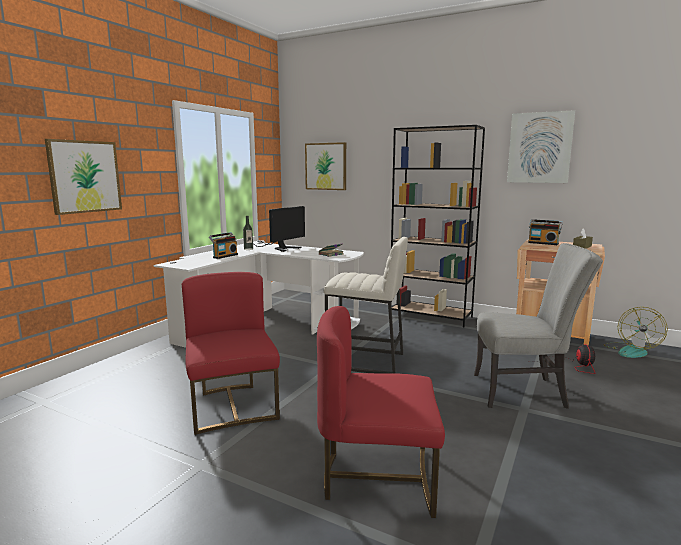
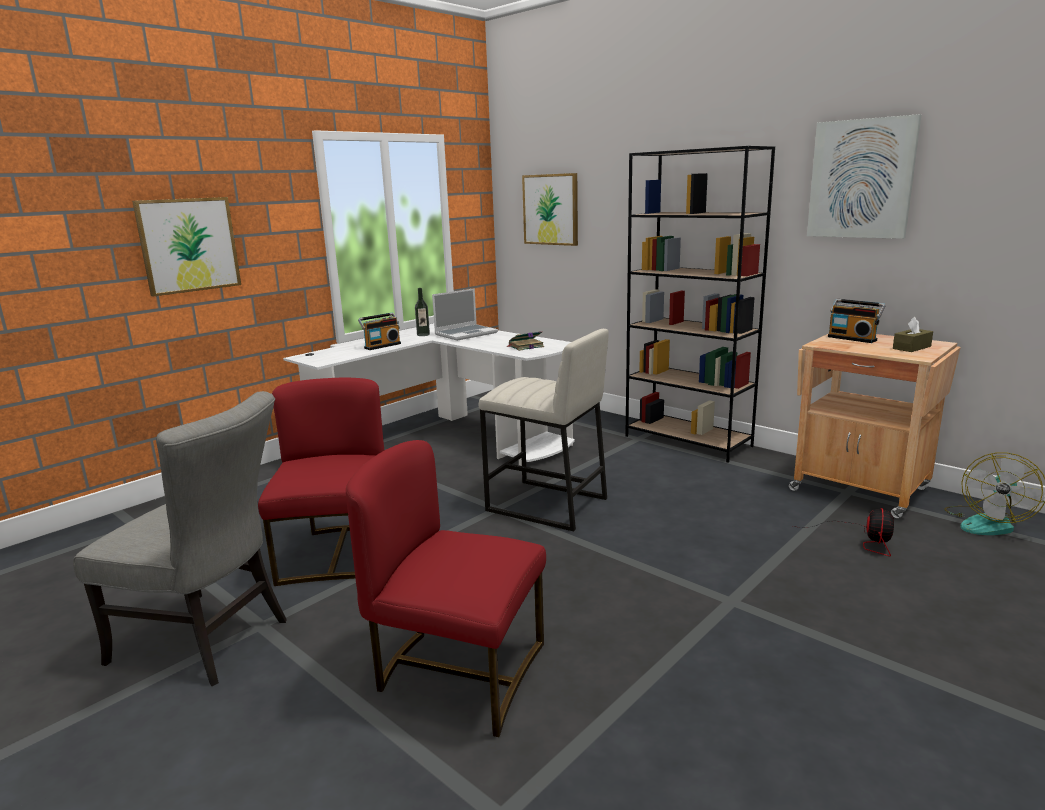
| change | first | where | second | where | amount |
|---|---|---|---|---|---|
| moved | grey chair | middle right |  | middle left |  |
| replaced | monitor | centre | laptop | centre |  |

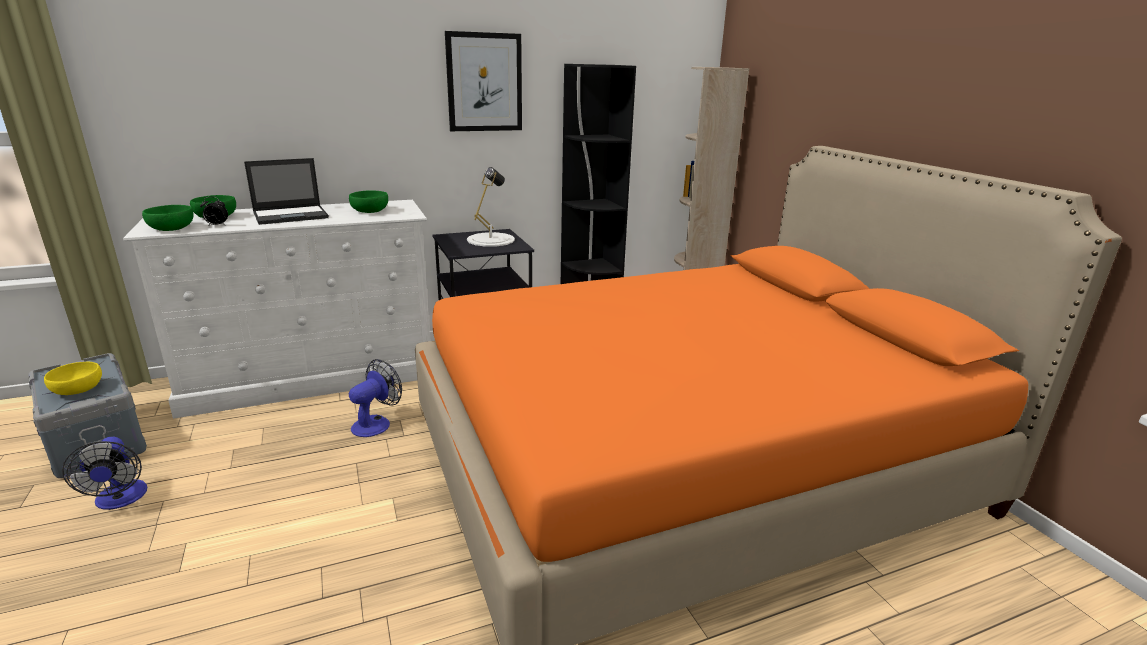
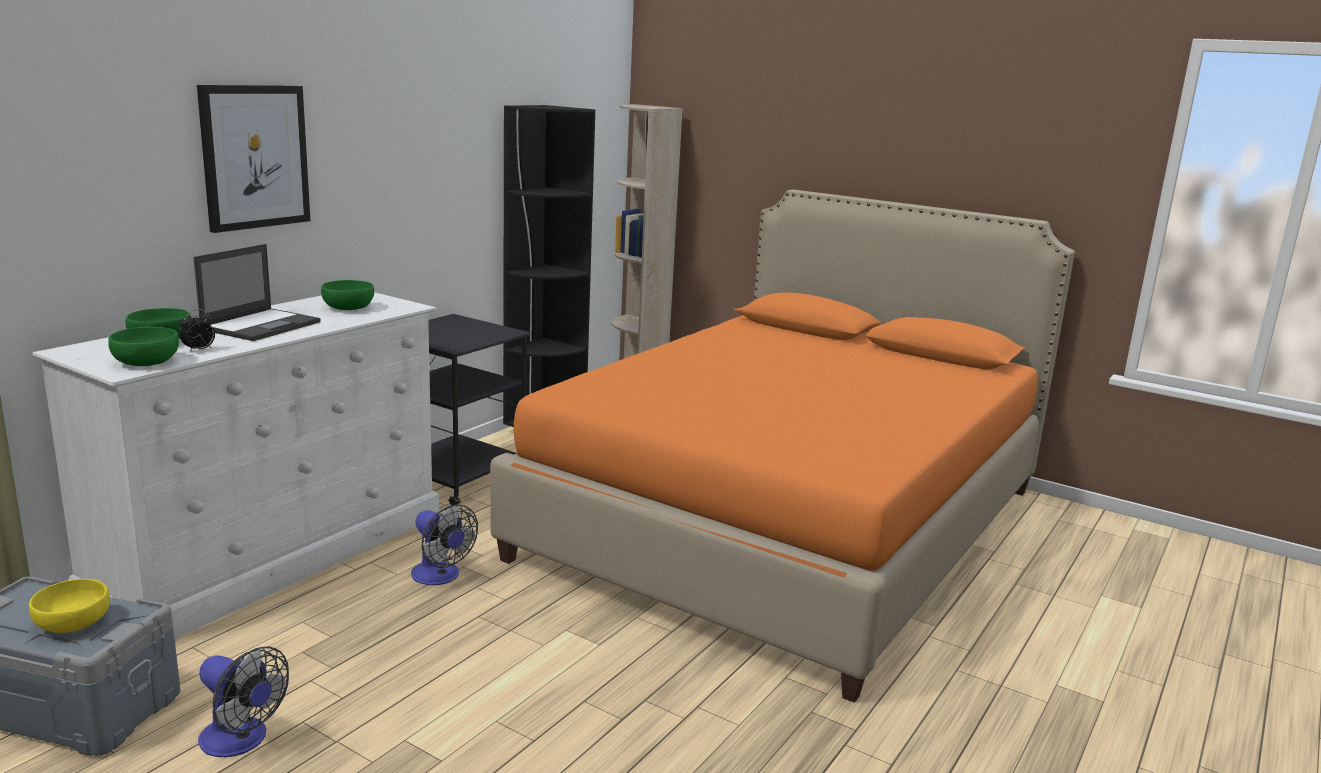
| change | first | where | second | where | amount |
|---|---|---|---|---|---|
| removed | white table lamp | top centre |  |  |  |
| moved | picture | top centre |  | top left |  |
| turned | fan (2nd from left) | middle left |  | bottom centre | 135 degrees clockwise |

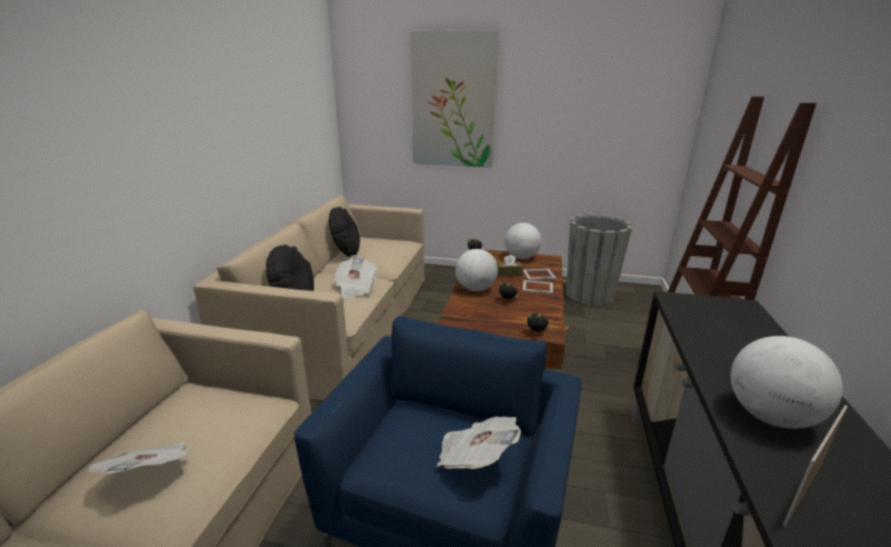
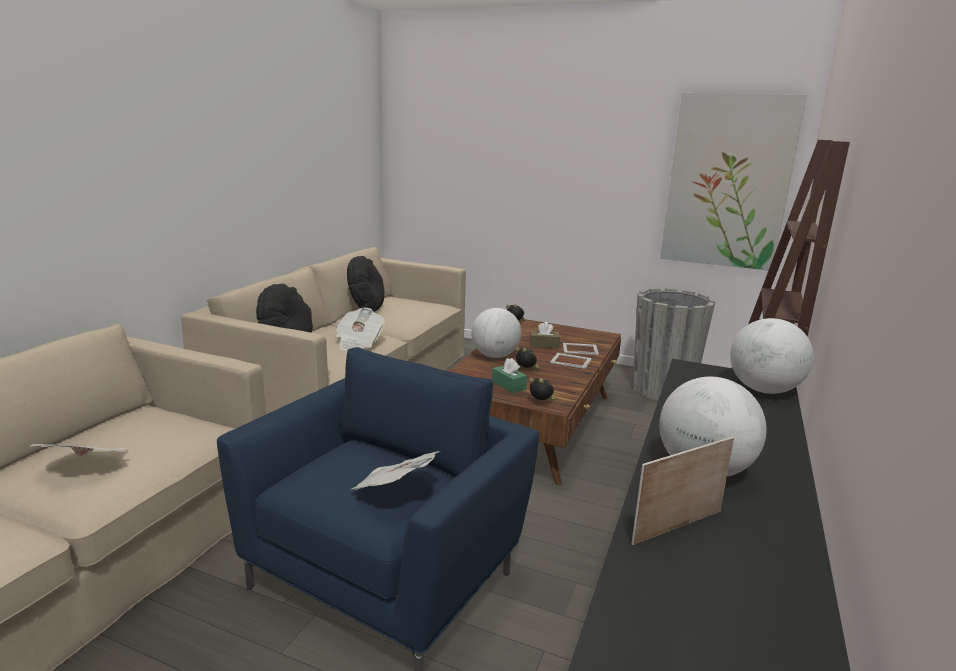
| change | first | where | second | where | amount |
|---|---|---|---|---|---|
| added |  |  | green tissue box | centre |  |
| moved | picture | top centre |  | top right |  |
| moved | globe (2nd from left in the first image) | centre | globe (3rd from left) | middle right |  |

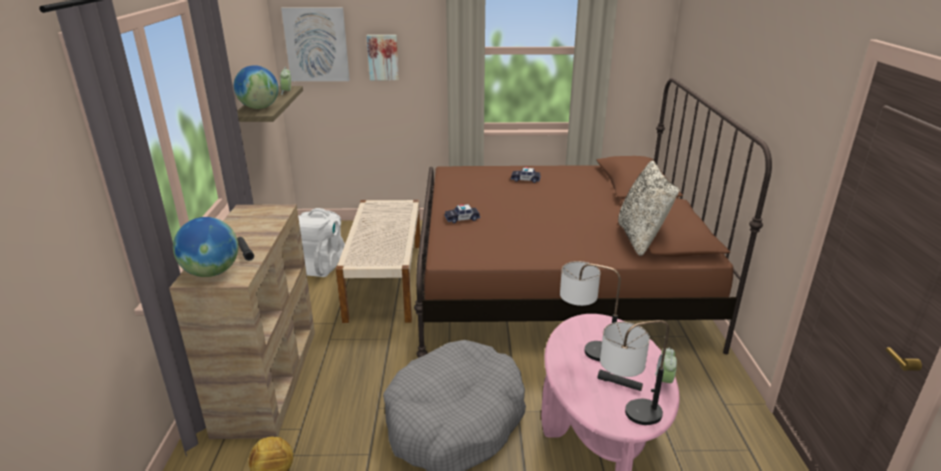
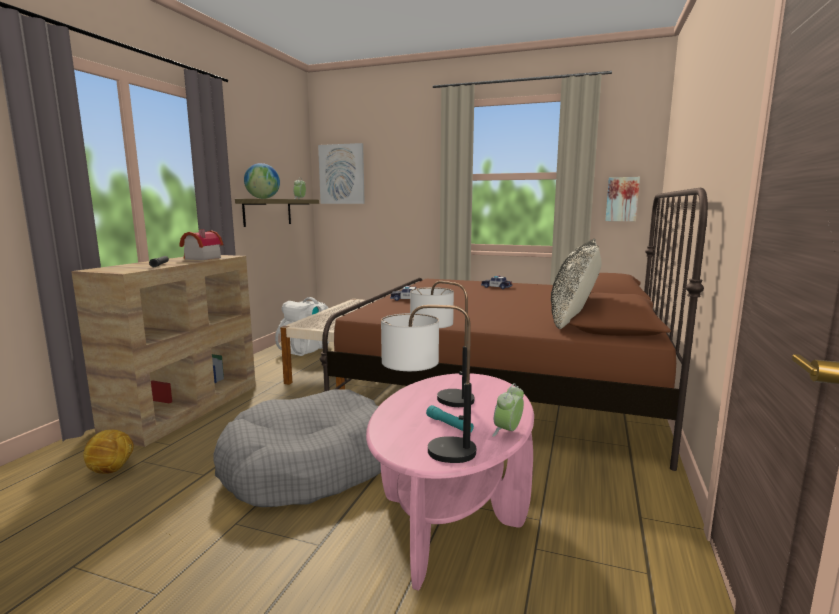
| change | first | where | second | where | amount |
|---|---|---|---|---|---|
| removed | globe (1st from left) | middle left |  |  |  |
| added |  |  | toy house | middle left |  |
| moved | picture (2nd from left) | top centre |  | top right |  |
| recoloured | black flashlight (2nd from left) | bottom centre | turquoise flashlight | bottom centre |  |

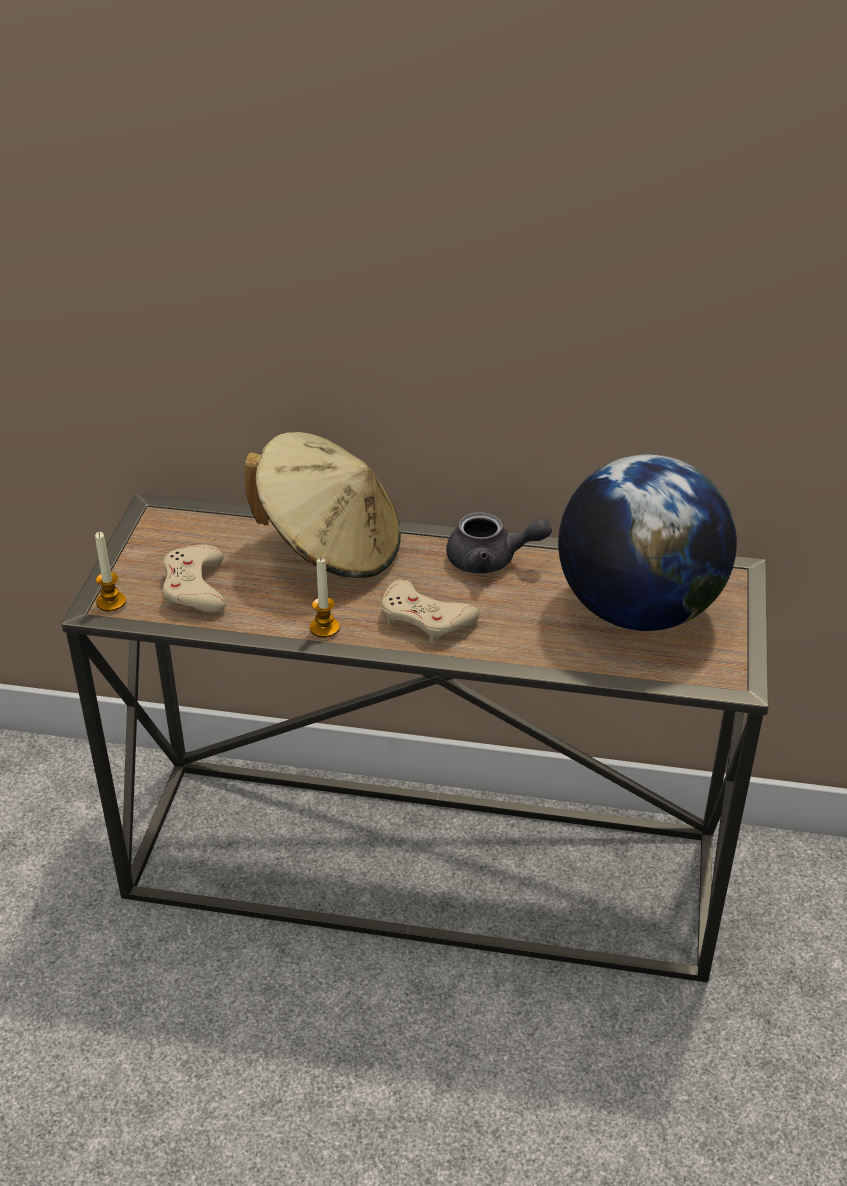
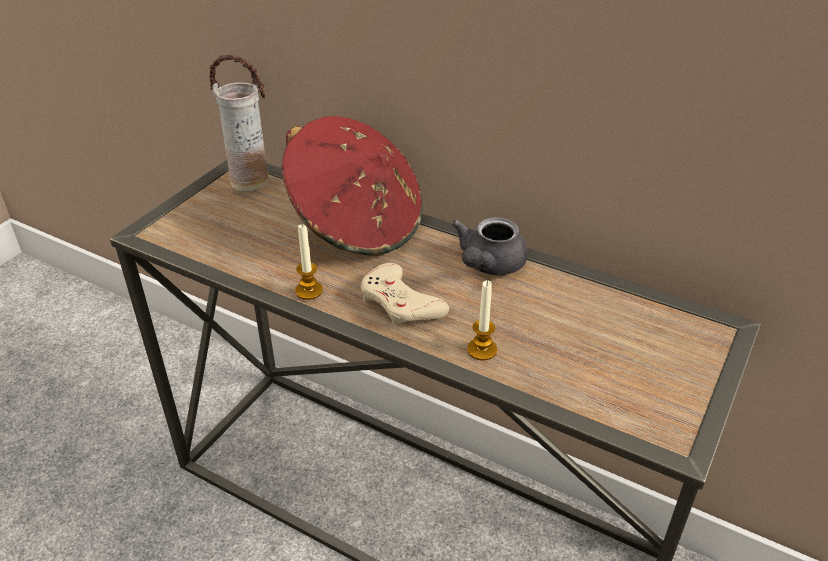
| change | first | where | second | where | amount |
|---|---|---|---|---|---|
| removed | beige game controller (1st from left) | middle left |  |  |  |
| removed | globe | middle right |  |  |  |
| added |  |  | vase | top left |  |
| moved | candle (1st from left in the first image) | middle left | candle (2nd from left) | centre |  |
| recoloured | beige hat | centre | red hat | top centre |  |
| turned | grey teapot | centre |  | centre | 90 degrees clockwise |

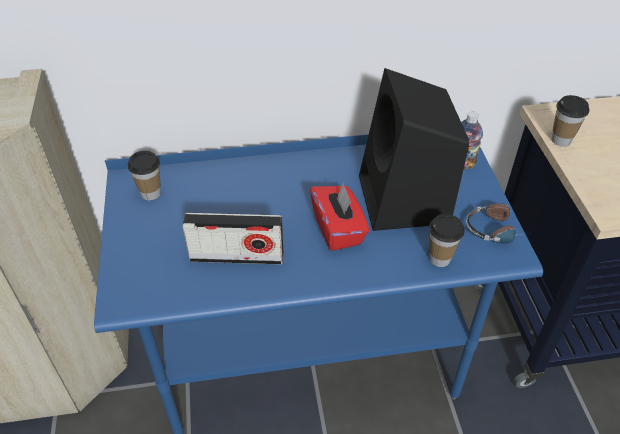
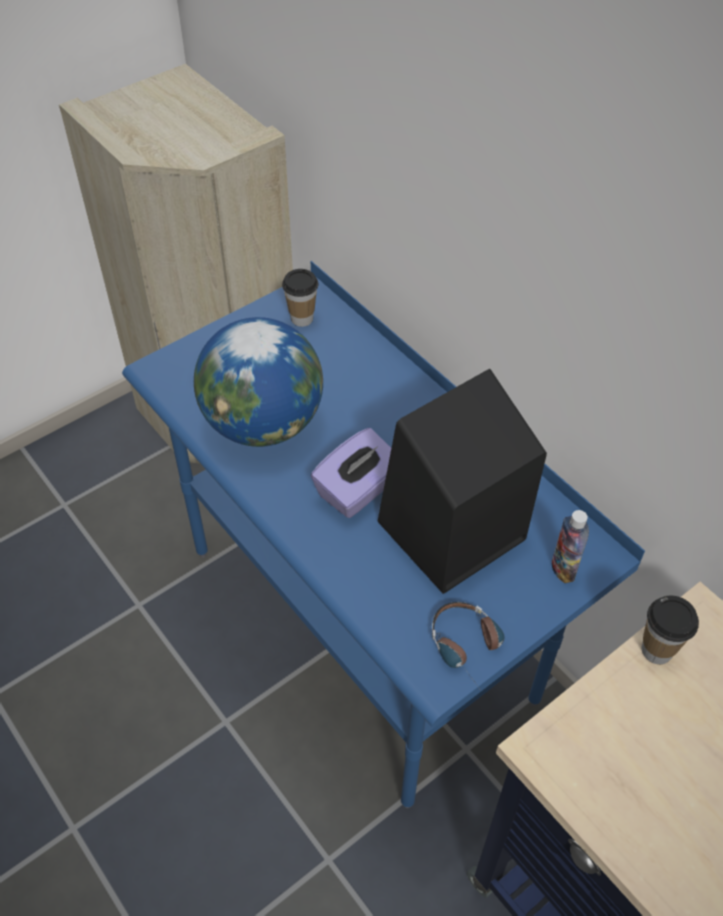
| change | first | where | second | where | amount |
|---|---|---|---|---|---|
| removed | cup (2nd from left) | middle right |  |  |  |
| replaced | radio | centre | globe | centre |  |
| recoloured | red tissue box | centre | purple tissue box | centre |  |

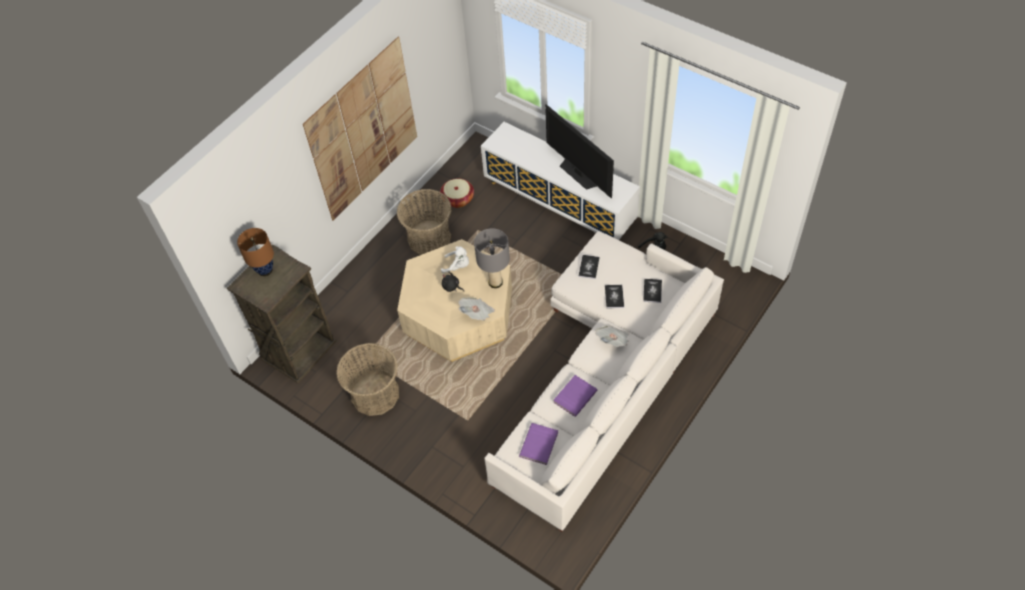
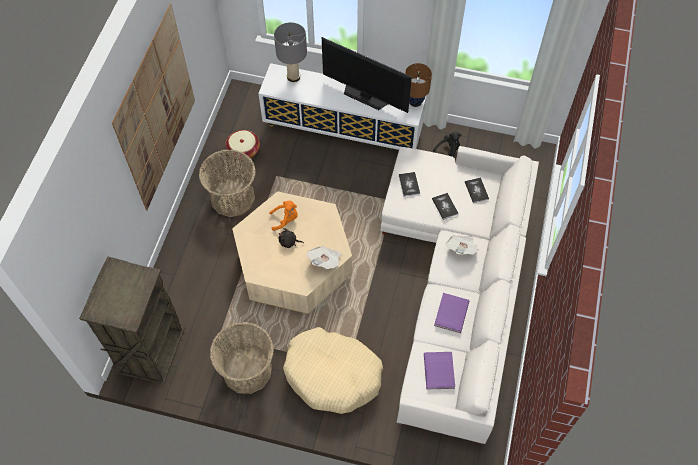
| change | first | where | second | where | amount |
|---|---|---|---|---|---|
| added |  |  | beige dog bed | bottom centre |  |
| moved | brown table lamp | middle left |  | top centre |  |
| moved | grey table lamp | centre |  | top centre |  |
| recoloured | white plush toy | centre | orange plush toy | centre |  |

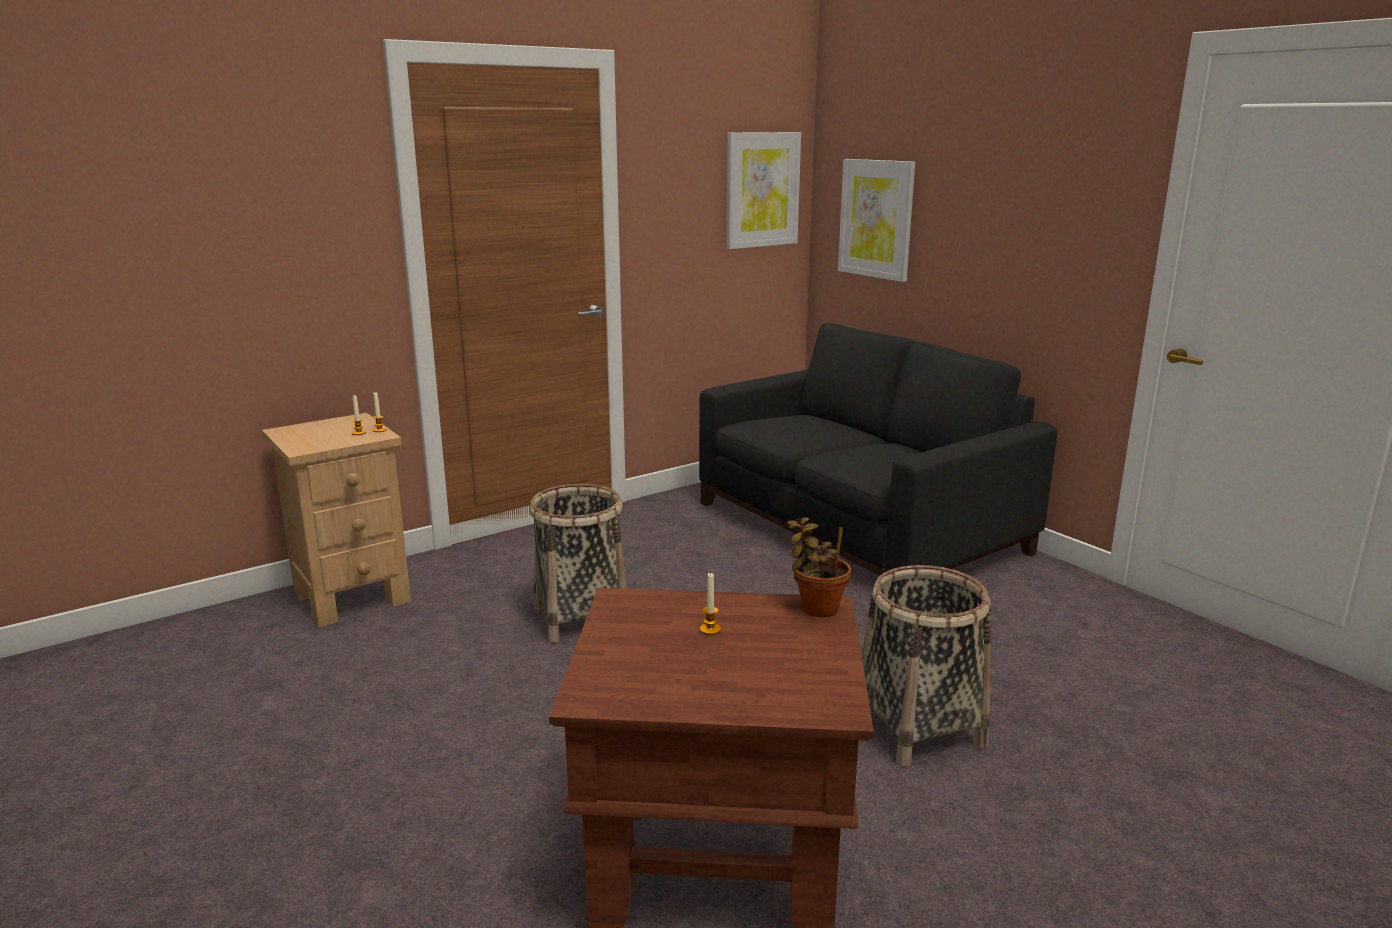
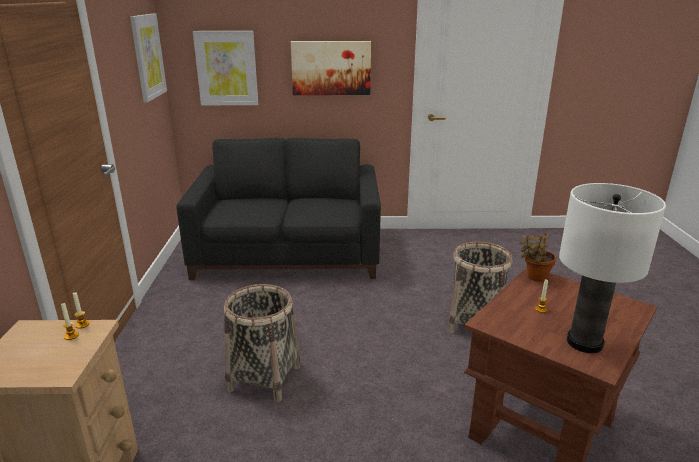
| change | first | where | second | where | amount |
|---|---|---|---|---|---|
| added |  |  | picture (3rd from left) | top centre |  |
| added |  |  | white table lamp | middle right |  |

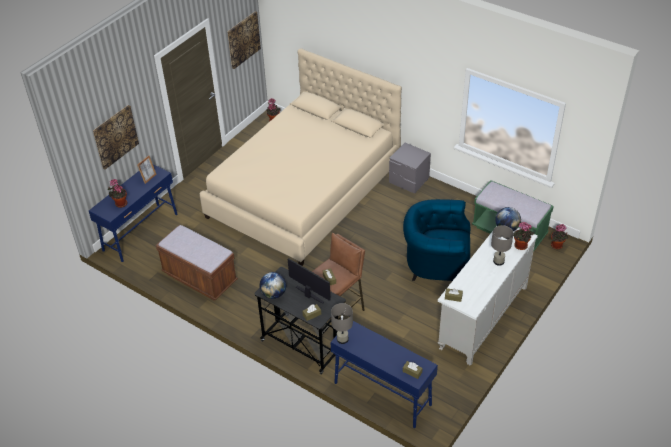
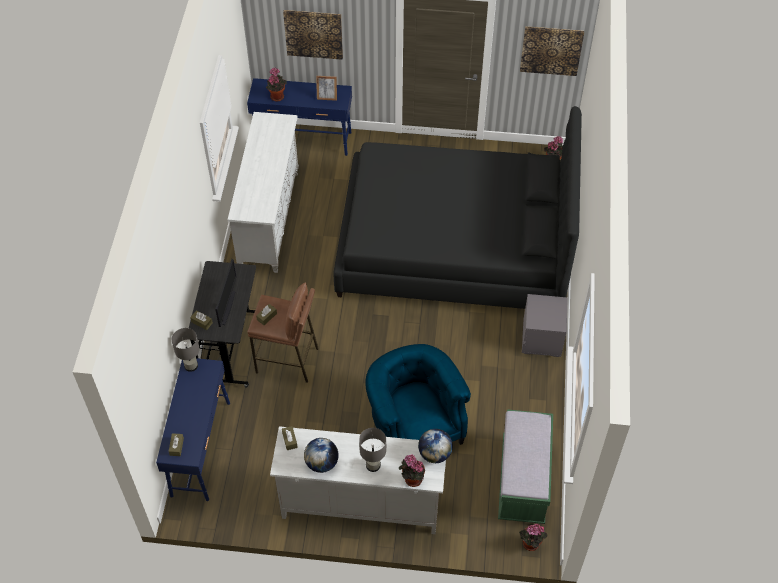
| change | first | where | second | where | amount |
|---|---|---|---|---|---|
| moved | globe (1st from left) | centre |  | bottom centre |  |
| replaced | brown bench | middle left | white dresser (1st from left) | top centre |  |
| recoloured | beige bed | centre | black bed | centre |  |

